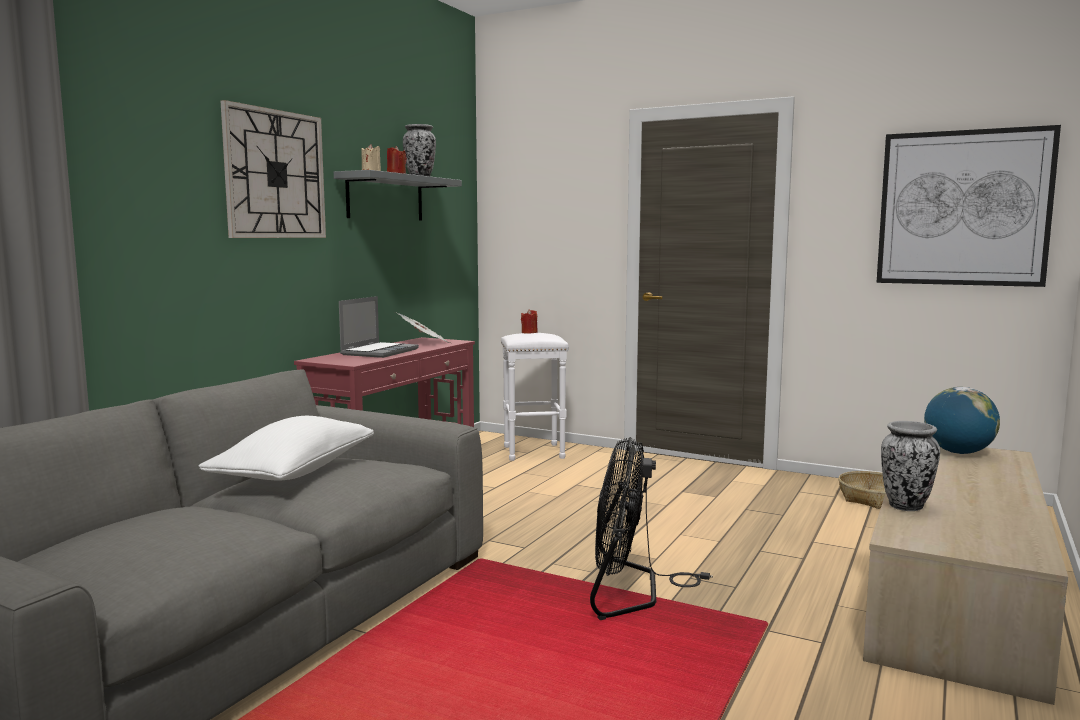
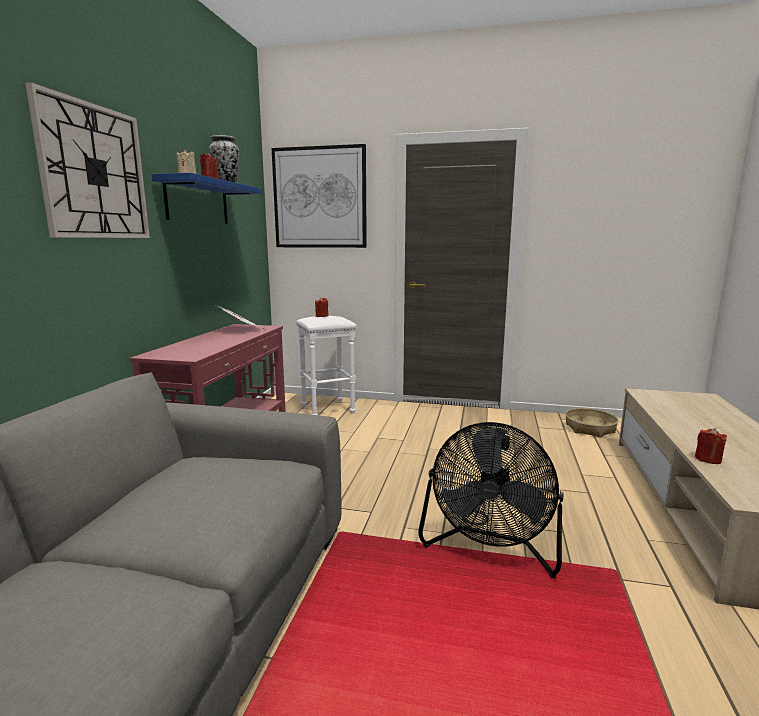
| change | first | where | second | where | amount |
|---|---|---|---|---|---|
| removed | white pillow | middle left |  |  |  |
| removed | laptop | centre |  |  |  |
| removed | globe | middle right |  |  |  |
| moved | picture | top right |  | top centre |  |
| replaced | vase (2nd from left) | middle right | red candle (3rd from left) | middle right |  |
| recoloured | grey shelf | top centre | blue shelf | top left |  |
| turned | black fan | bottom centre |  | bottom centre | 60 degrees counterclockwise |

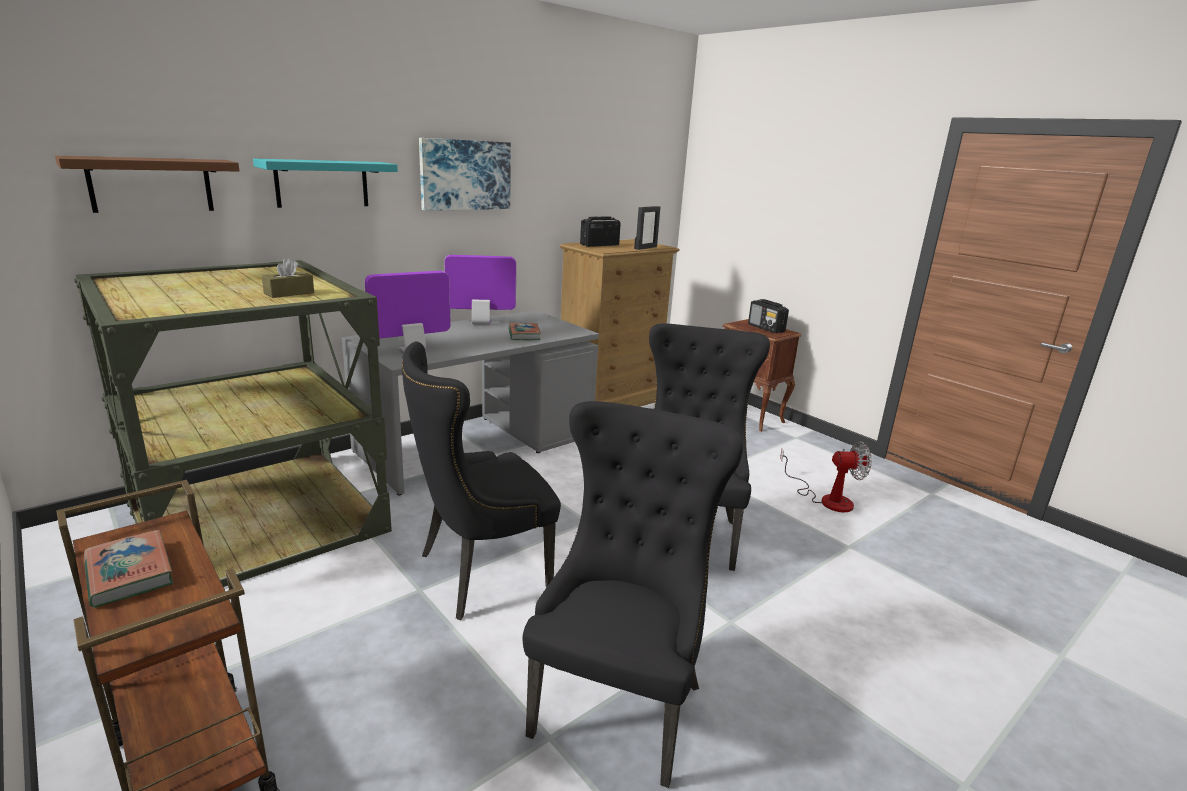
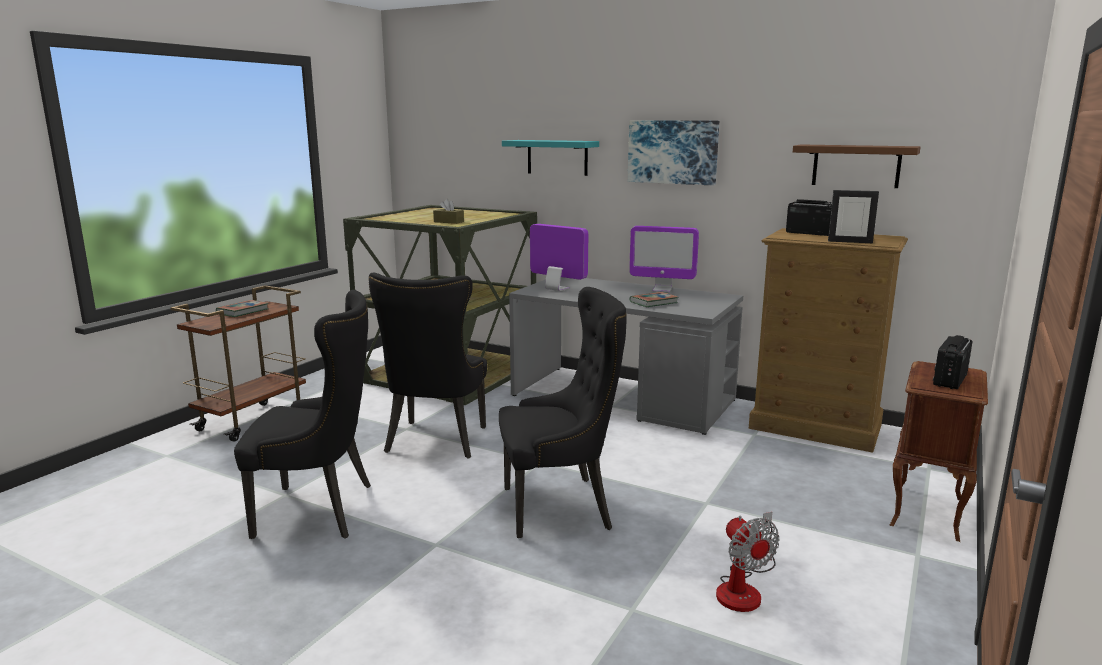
| change | first | where | second | where | amount |
|---|---|---|---|---|---|
| moved | brown shelf | top left |  | top right |  |
| turned | black chair (1st from left in the first image) | centre | black chair (2nd from left) | centre | 120 degrees counterclockwise |
| turned | monitor (2nd from left) | centre |  | centre | 135 degrees clockwise |

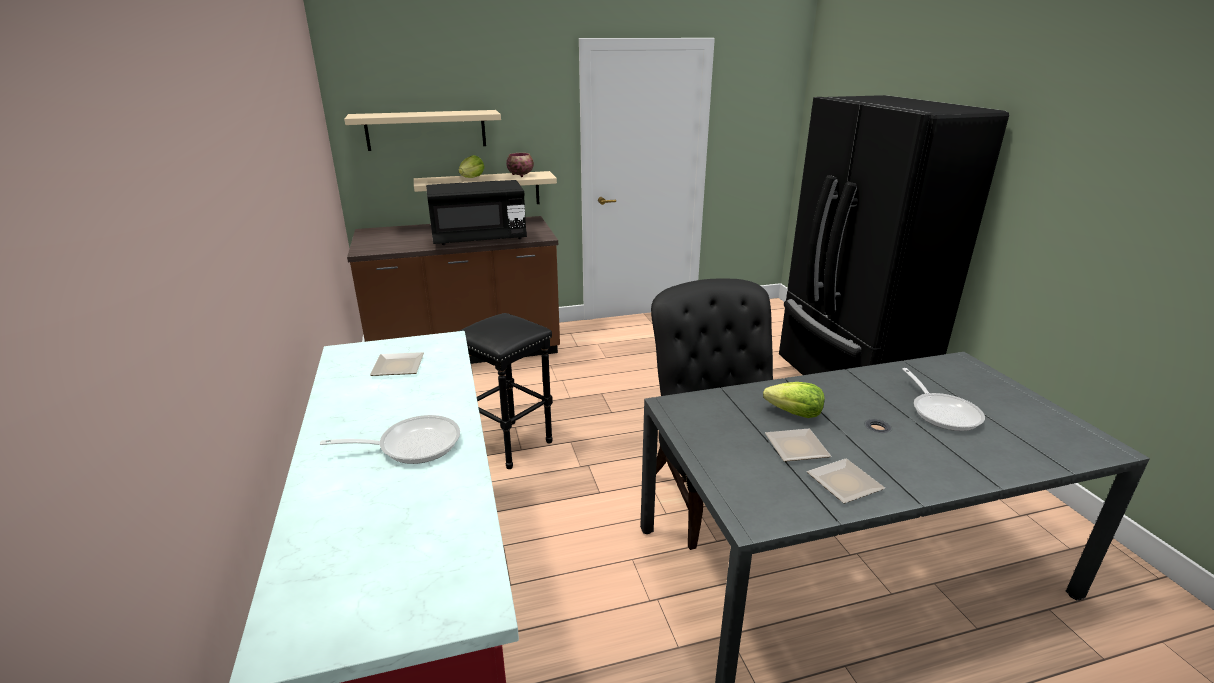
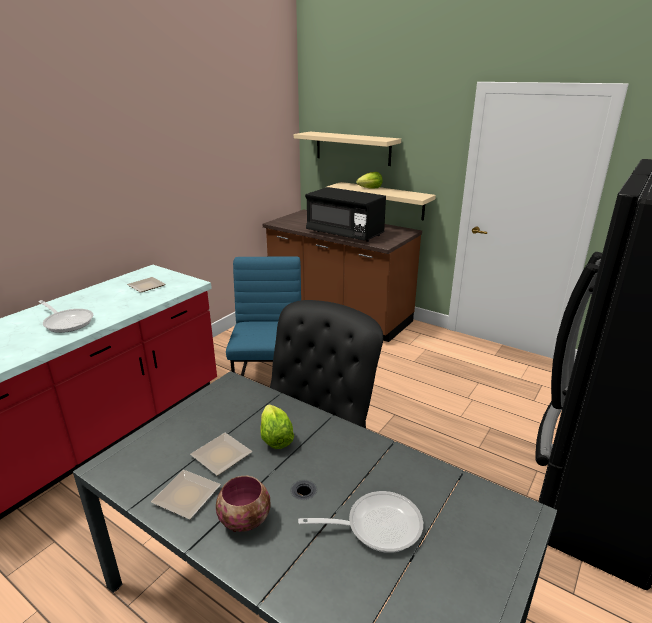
| change | first | where | second | where | amount |
|---|---|---|---|---|---|
| moved | bowl | top centre |  | bottom centre |  |
| replaced | black stool | centre | blue chair | centre |  |
| turned | frying pan (2nd from left) | middle right |  | bottom centre | 135 degrees counterclockwise |

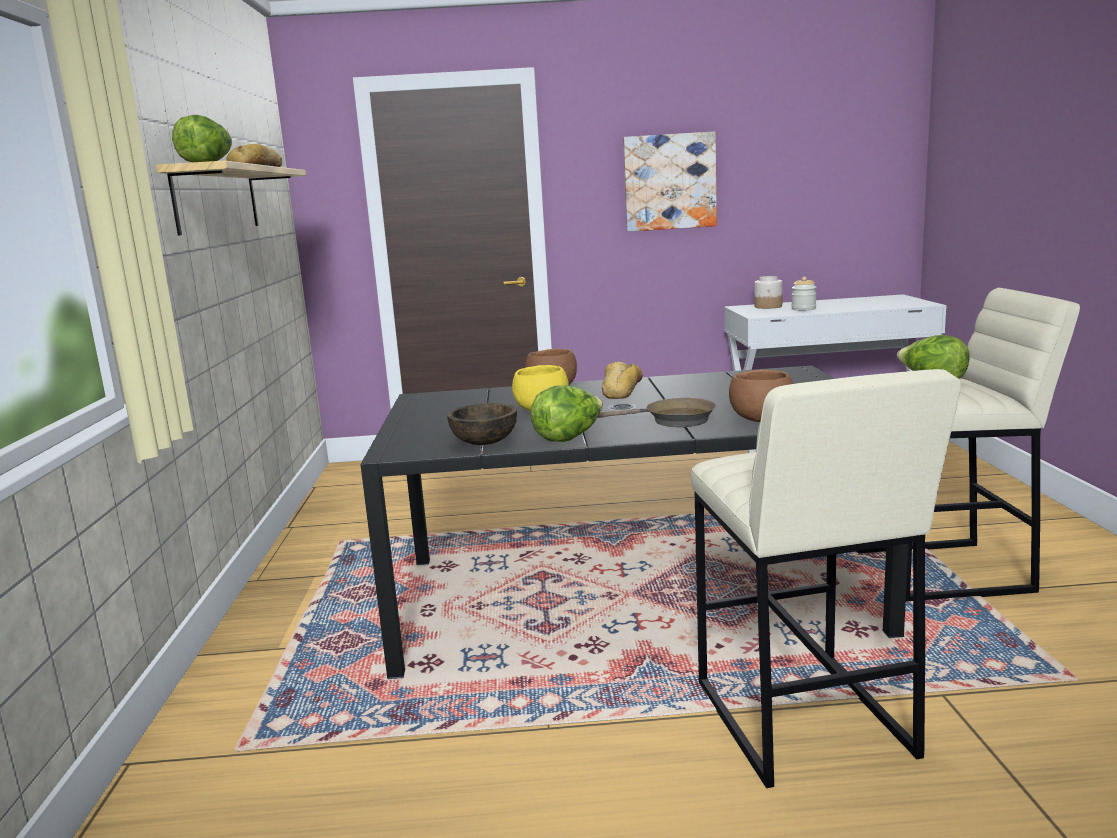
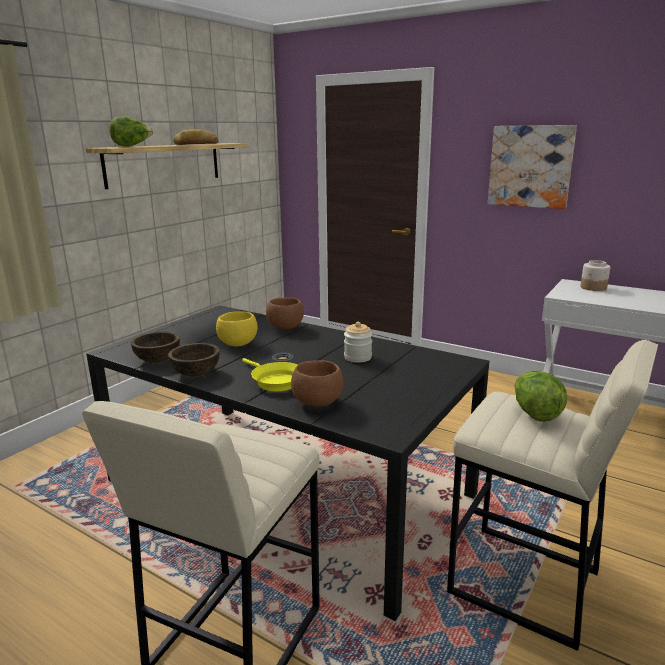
| change | first | where | second | where | amount |
|---|---|---|---|---|---|
| removed | bread (2nd from left) | centre |  |  |  |
| moved | jar (2nd from left in the first image) | middle right | jar (1st from left) | centre |  |
| replaced | lettuce (2nd from left) | centre | brown bowl (2nd from left) | middle left |  |
| recoloured | brown frying pan | centre | yellow frying pan | centre |  |

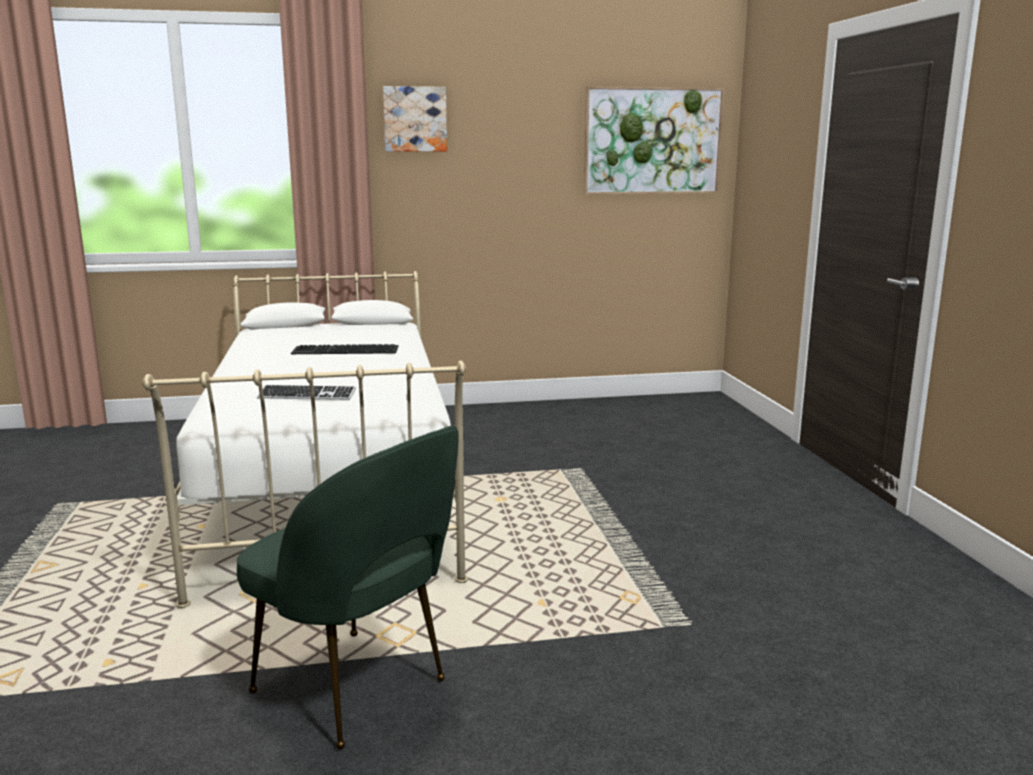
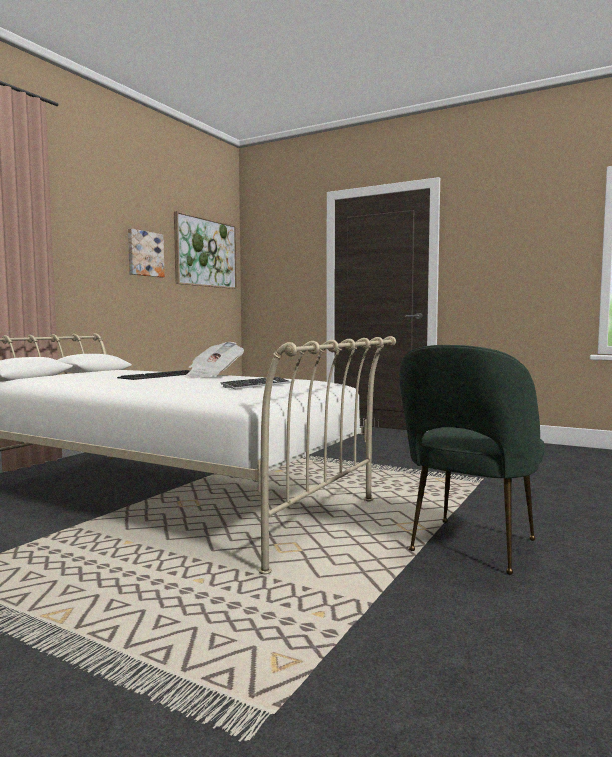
| change | first | where | second | where | amount |
|---|---|---|---|---|---|
| added |  |  | newspaper | centre |  |
| moved | picture (1st from left) | top centre |  | top left |  |
| turned | green chair | bottom centre |  | middle right | 135 degrees clockwise |

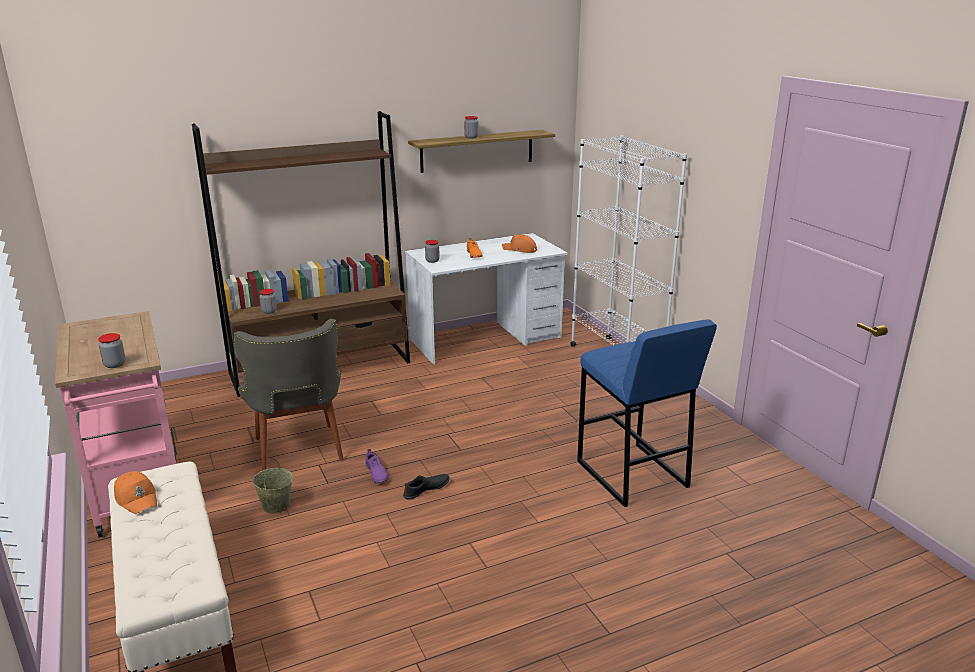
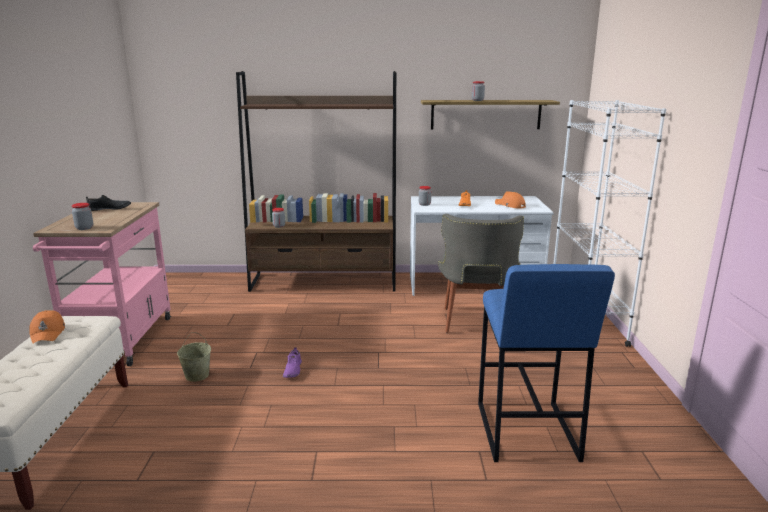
| change | first | where | second | where | amount |
|---|---|---|---|---|---|
| moved | grey chair | middle left |  | centre |  |
| moved | black shoe | bottom centre |  | middle left |  |

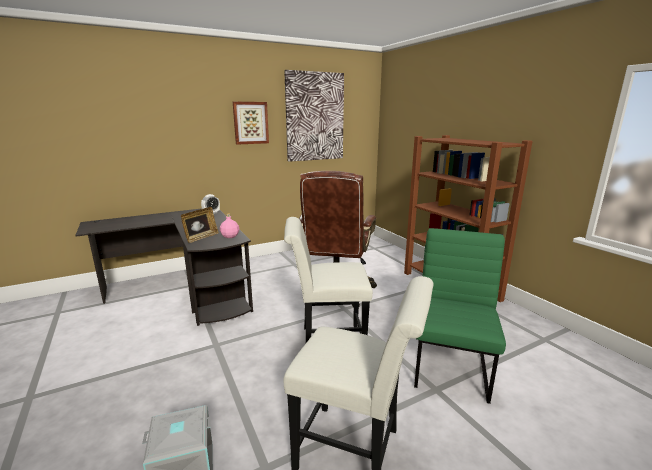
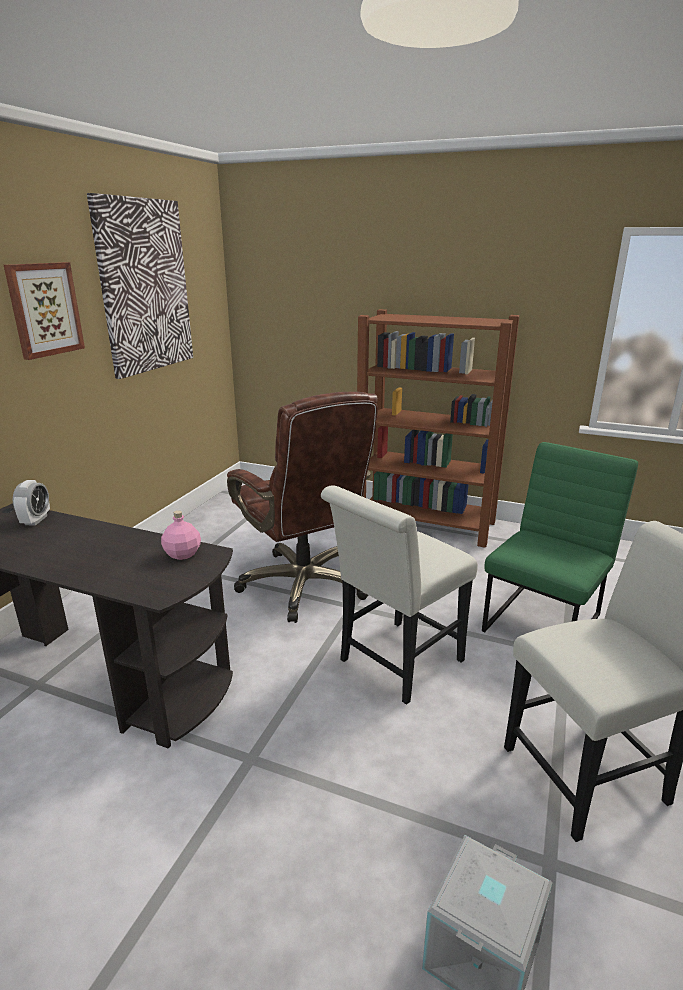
| change | first | where | second | where | amount |
|---|---|---|---|---|---|
| removed | picture frame | middle left |  |  |  |
| turned | green chair | bottom right |  | middle right | 60 degrees clockwise |

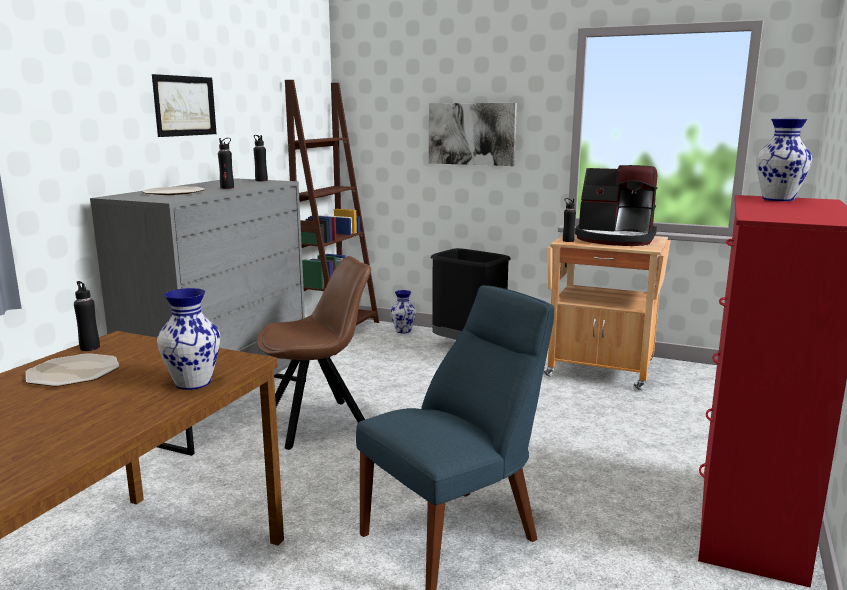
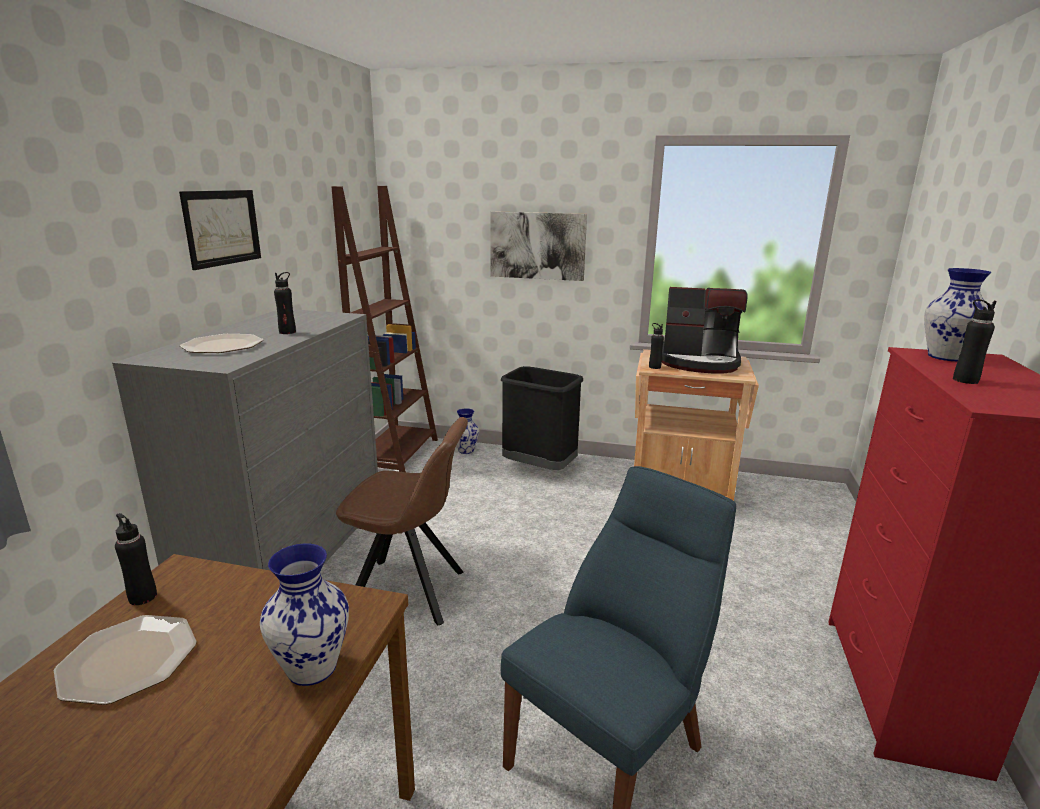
| change | first | where | second | where | amount |
|---|---|---|---|---|---|
| moved | black bottle (3rd from left in the first image) | top left | black bottle (4th from left) | middle right |  |
| turned | brown chair | centre |  | centre | 45 degrees clockwise |

